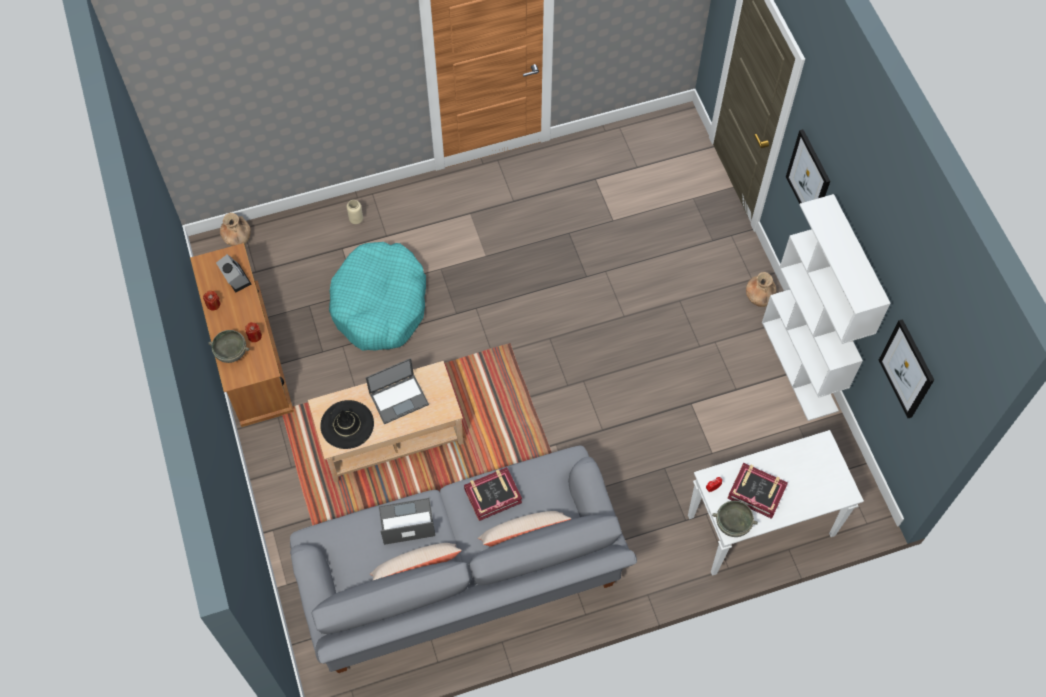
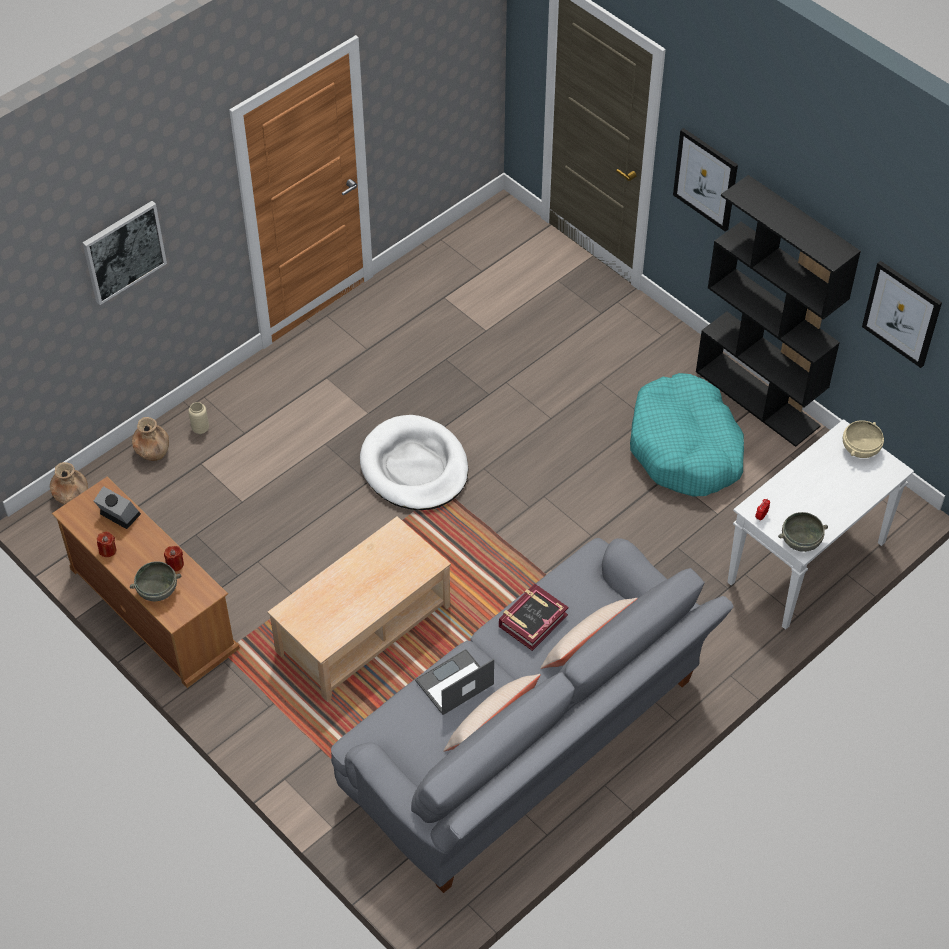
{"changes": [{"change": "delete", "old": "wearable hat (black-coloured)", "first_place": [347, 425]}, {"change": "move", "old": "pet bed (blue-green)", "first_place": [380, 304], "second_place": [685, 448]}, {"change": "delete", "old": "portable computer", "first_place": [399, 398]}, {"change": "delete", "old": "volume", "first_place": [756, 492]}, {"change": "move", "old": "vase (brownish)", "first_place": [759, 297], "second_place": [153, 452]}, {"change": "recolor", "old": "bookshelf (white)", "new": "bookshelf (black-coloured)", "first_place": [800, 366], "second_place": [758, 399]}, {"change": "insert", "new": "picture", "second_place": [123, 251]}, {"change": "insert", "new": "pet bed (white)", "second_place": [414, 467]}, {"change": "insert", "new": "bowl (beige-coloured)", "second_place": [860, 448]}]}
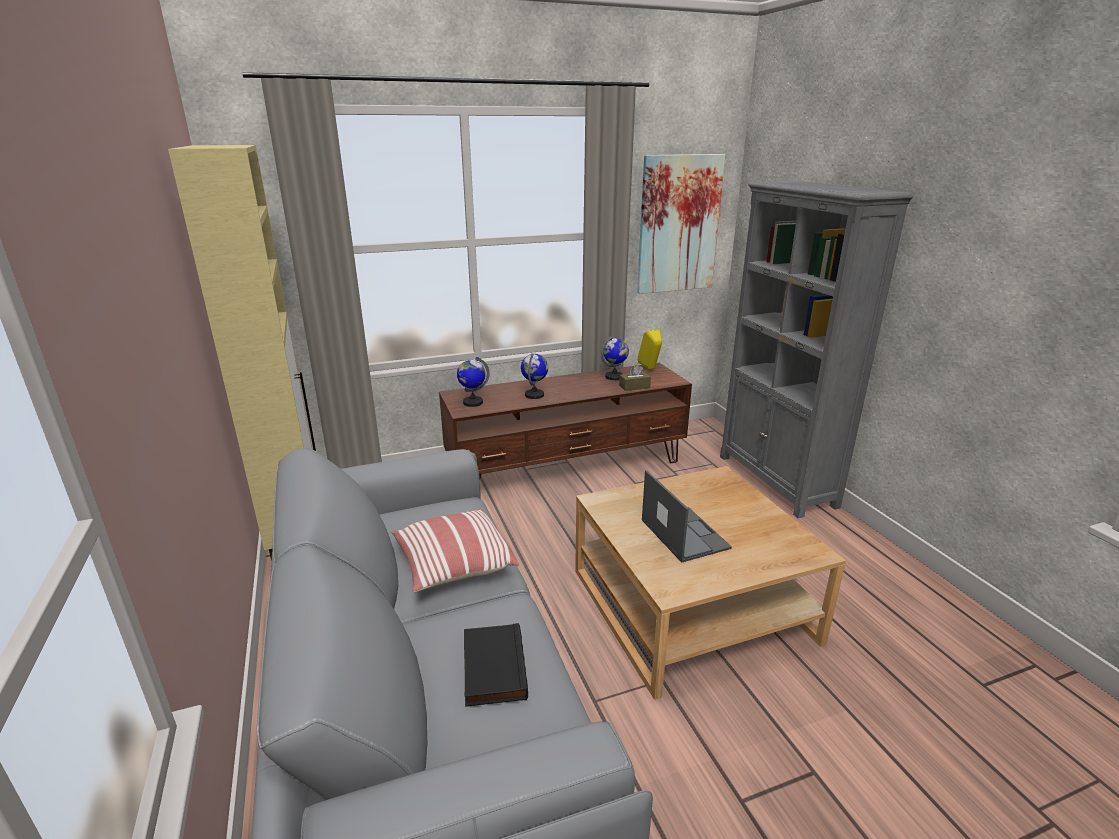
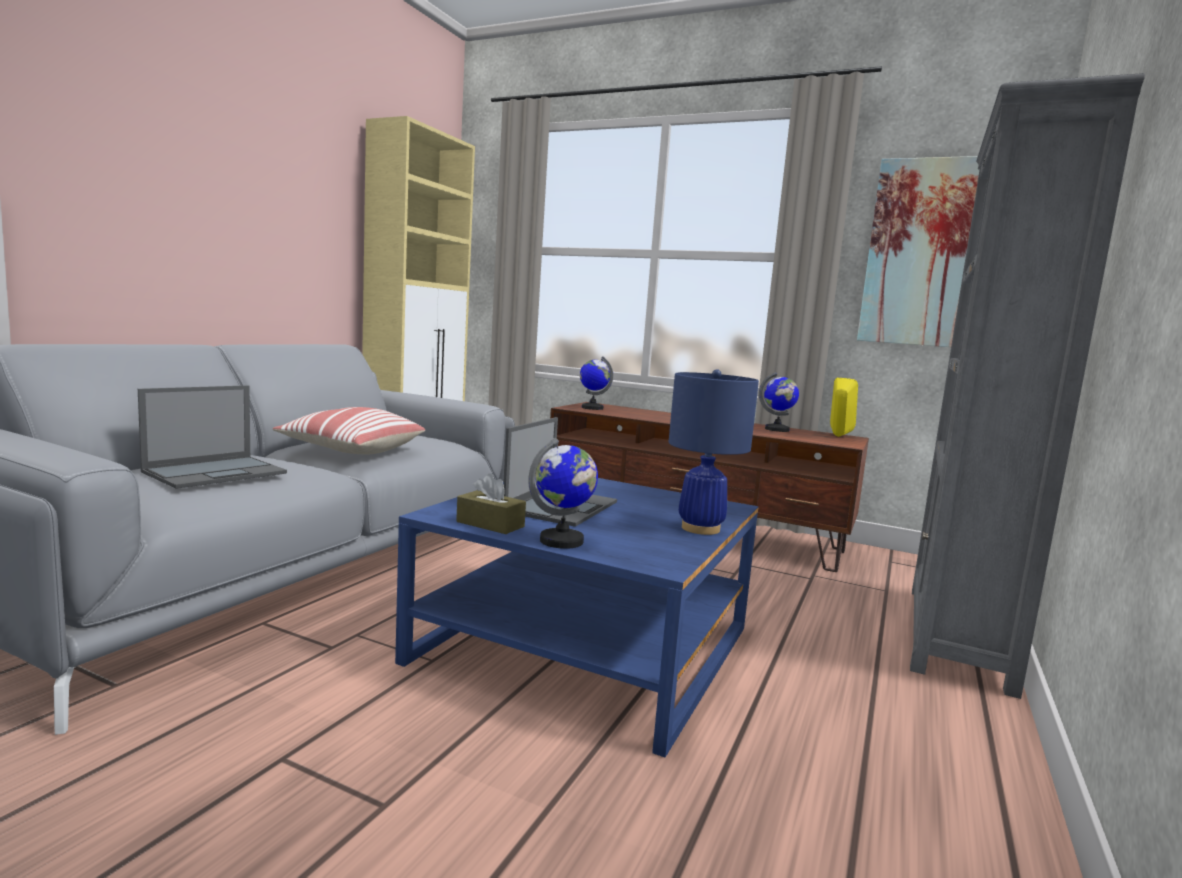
{"changes": [{"change": "replace", "old": "volume (black-coloured)", "new": "portable computer", "first_place": [492, 667], "second_place": [217, 472]}, {"change": "move", "old": "desk globe", "first_place": [534, 395], "second_place": [562, 541]}, {"change": "recolor", "old": "low table (beige-coloured)", "new": "low table (blue-coloured)", "first_place": [691, 605], "second_place": [585, 644]}, {"change": "move", "old": "tissue box (brownish)", "first_place": [634, 386], "second_place": [490, 524]}, {"change": "insert", "new": "lamp for a table (blue-coloured)", "second_place": [701, 528]}]}
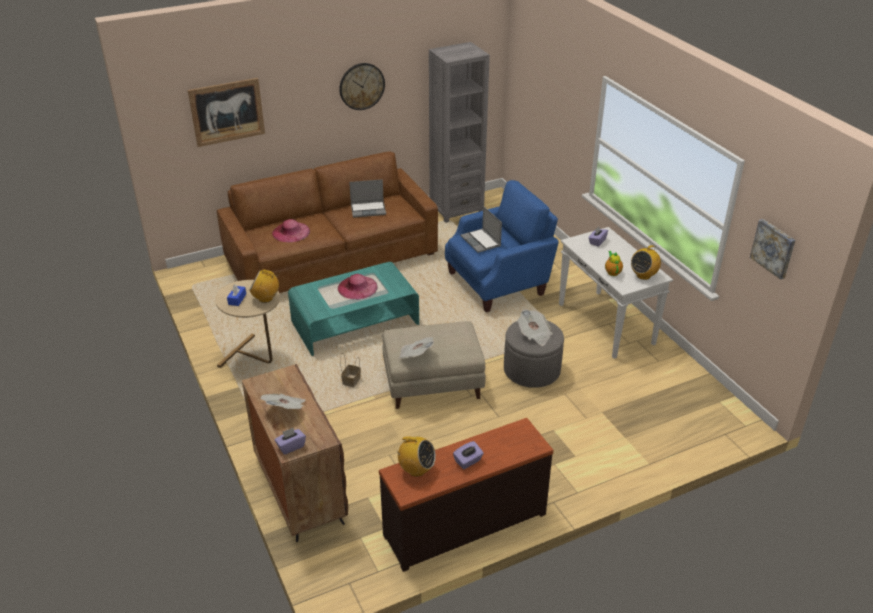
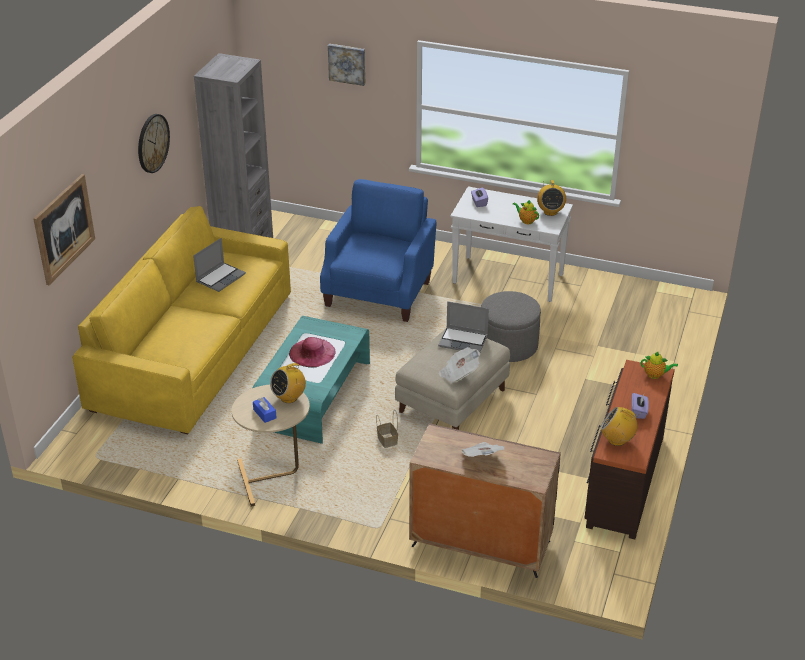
{"changes": [{"change": "recolor", "old": "couch (brownish)", "new": "couch (yellowish)", "first_place": [331, 256], "second_place": [193, 351]}, {"change": "delete", "old": "wearable hat (pink-coloured)", "first_place": [291, 232]}, {"change": "delete", "old": "tissue box (purple)", "first_place": [291, 446]}, {"change": "rotate", "old": "radio set", "first_place": [416, 470], "second_place": [617, 440], "degrees": -135}, {"change": "move", "old": "portable computer", "first_place": [481, 241], "second_place": [464, 341]}, {"change": "delete", "old": "printed paper", "first_place": [534, 335]}, {"change": "move", "old": "picture", "first_place": [774, 248], "second_place": [347, 63]}, {"change": "insert", "new": "pot for tea", "second_place": [655, 375]}]}
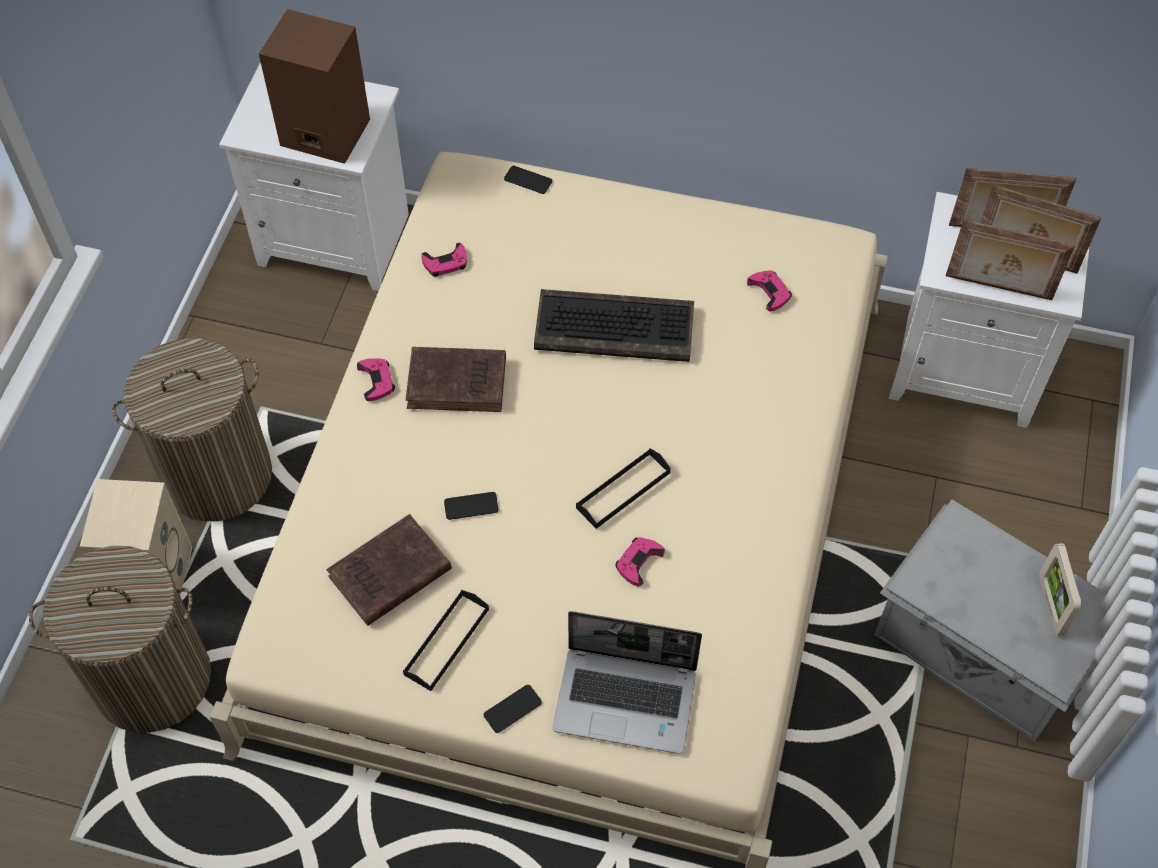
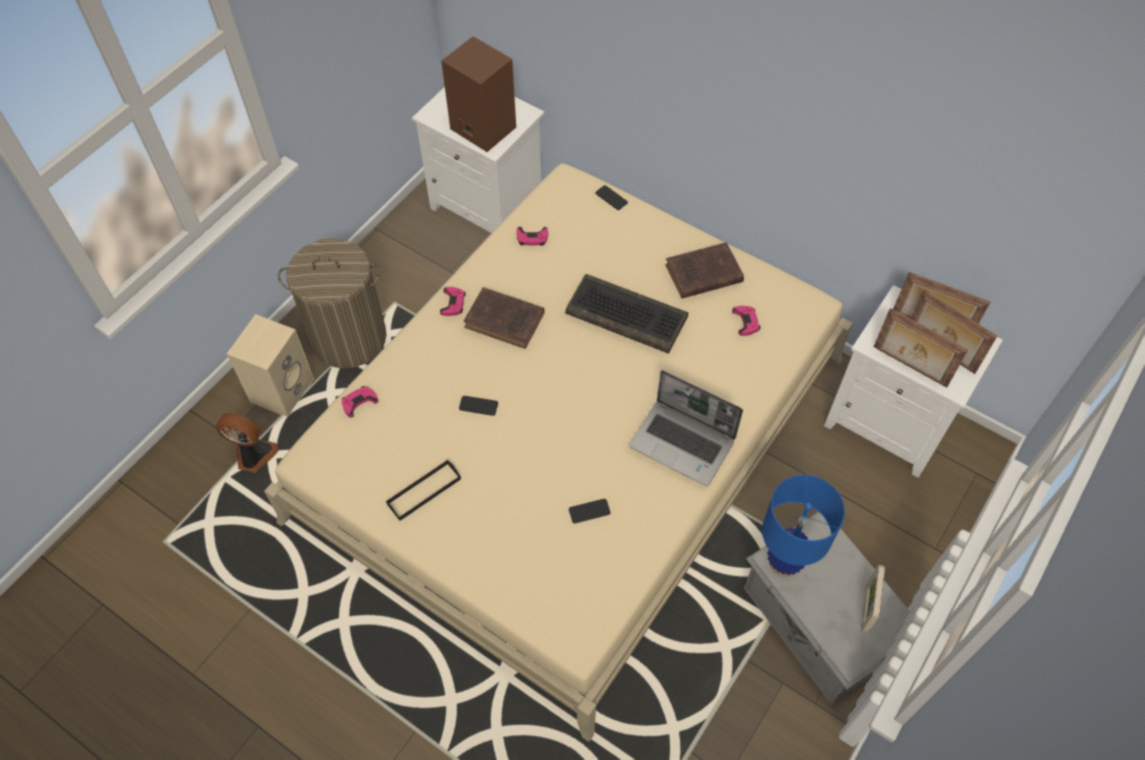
{"changes": [{"change": "replace", "old": "laundry basket", "new": "fan", "first_place": [152, 678], "second_place": [254, 456]}, {"change": "move", "old": "volume (brownish)", "first_place": [387, 575], "second_place": [701, 274]}, {"change": "move", "old": "handset", "first_place": [512, 709], "second_place": [589, 511]}, {"change": "move", "old": "portable computer", "first_place": [627, 699], "second_place": [683, 443]}, {"change": "delete", "old": "serving tray (black-coloured)", "first_place": [623, 490]}, {"change": "move", "old": "joypad (pink-coloured)", "first_place": [638, 562], "second_place": [359, 402]}, {"change": "insert", "new": "lamp for a table (blue-coloured)", "second_place": [784, 561]}]}
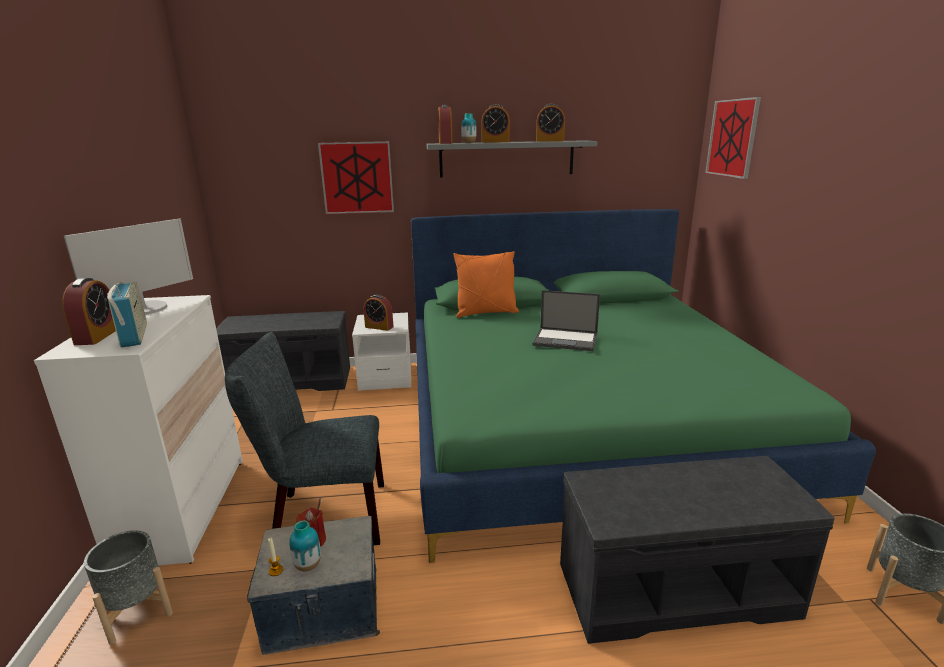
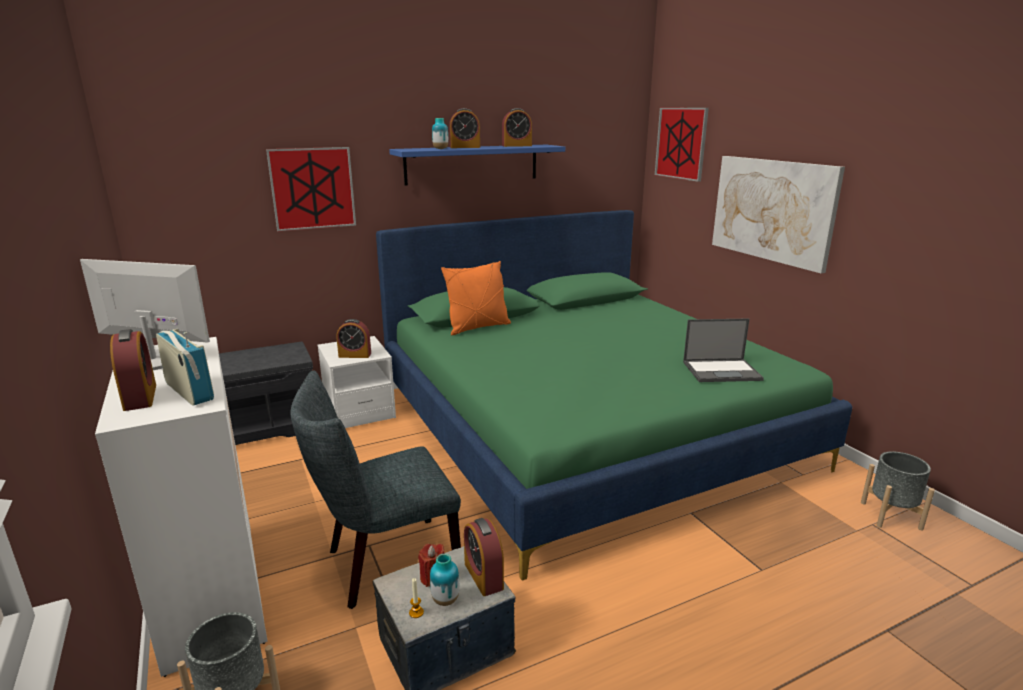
{"changes": [{"change": "rotate", "old": "computer screen", "first_place": [144, 309], "second_place": [153, 361], "degrees": -90}, {"change": "recolor", "old": "shelf (grey)", "new": "shelf (blue-coloured)", "first_place": [506, 159], "second_place": [472, 164]}, {"change": "move", "old": "bedside clock", "first_place": [445, 143], "second_place": [483, 576]}, {"change": "move", "old": "portable computer", "first_place": [566, 340], "second_place": [722, 371]}, {"change": "delete", "old": "long seat (grey)", "first_place": [675, 588]}, {"change": "insert", "new": "picture", "second_place": [772, 210]}]}
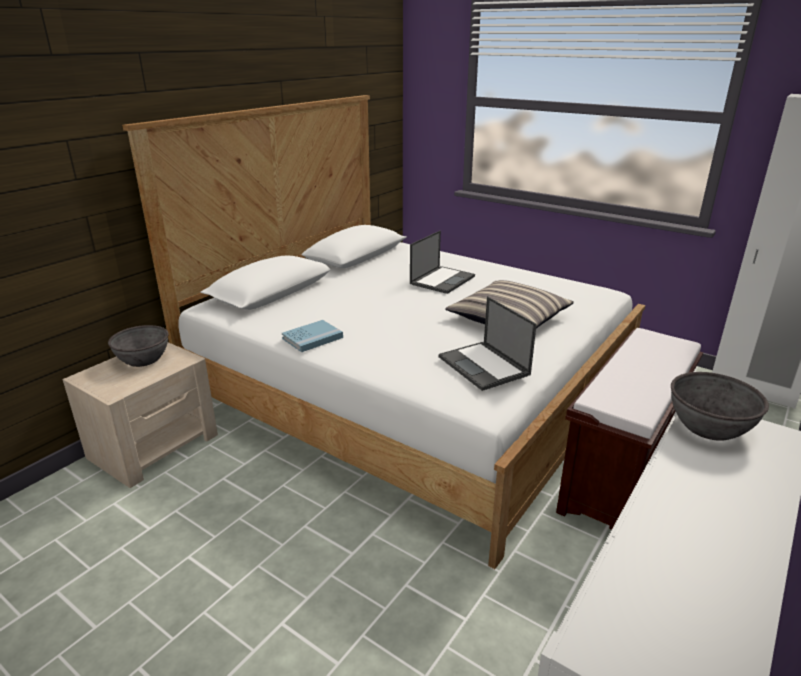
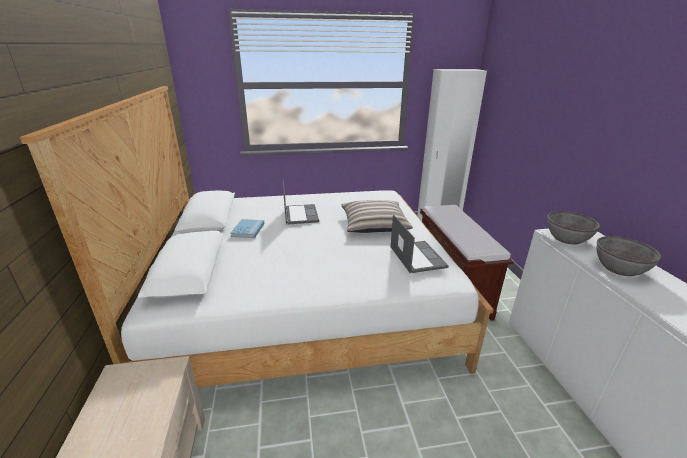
{"changes": [{"change": "move", "old": "bowl (grey)", "first_place": [143, 359], "second_place": [619, 268]}, {"change": "move", "old": "volume (blue-coloured)", "first_place": [312, 338], "second_place": [248, 230]}, {"change": "rotate", "old": "portable computer", "first_place": [484, 366], "second_place": [417, 256], "degrees": -120}]}
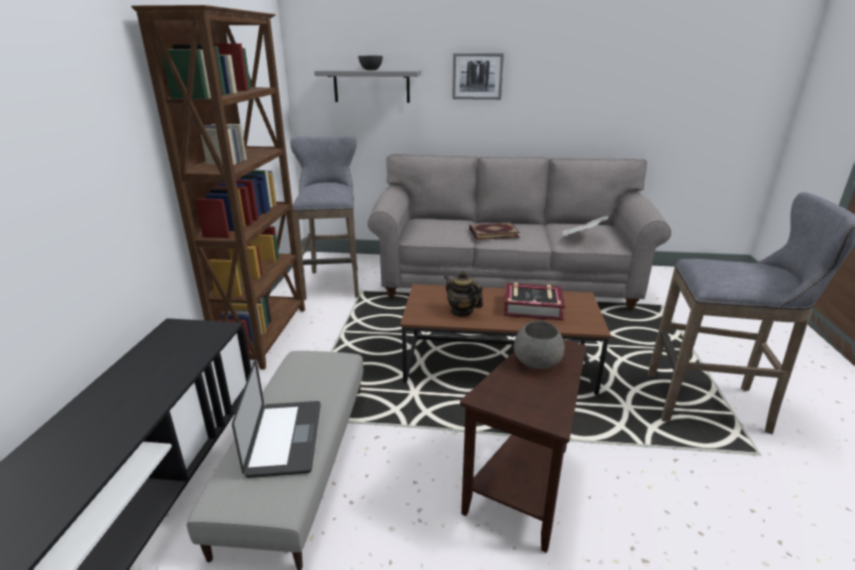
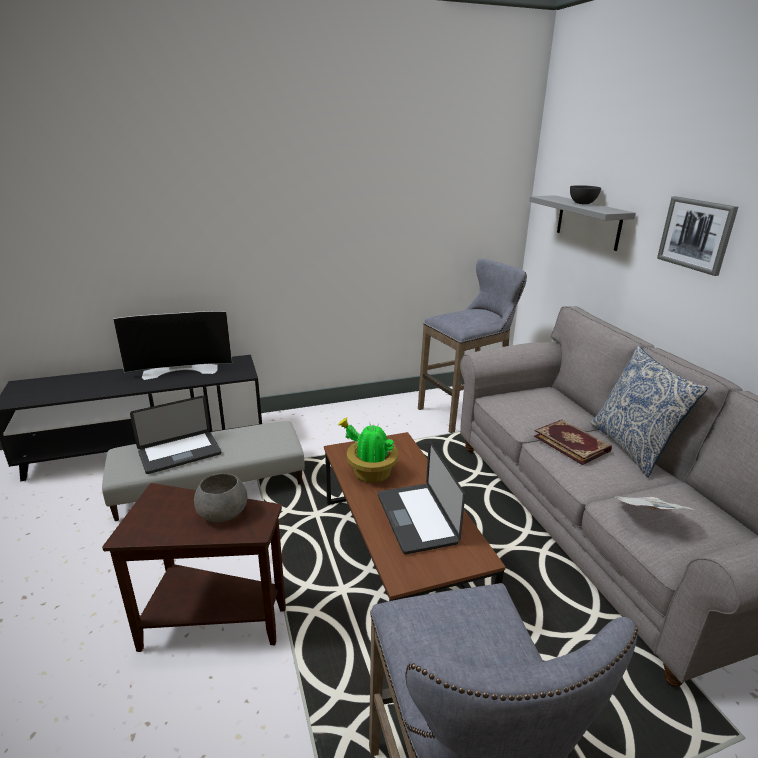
{"changes": [{"change": "delete", "old": "bookshelf (brownish)", "first_place": [265, 335]}, {"change": "replace", "old": "pot for tea", "new": "plant in a pot", "first_place": [462, 311], "second_place": [370, 473]}, {"change": "replace", "old": "volume", "new": "portable computer", "first_place": [532, 307], "second_place": [416, 518]}, {"change": "insert", "new": "TV", "second_place": [181, 370]}, {"change": "insert", "new": "throw pillow", "second_place": [632, 447]}]}
